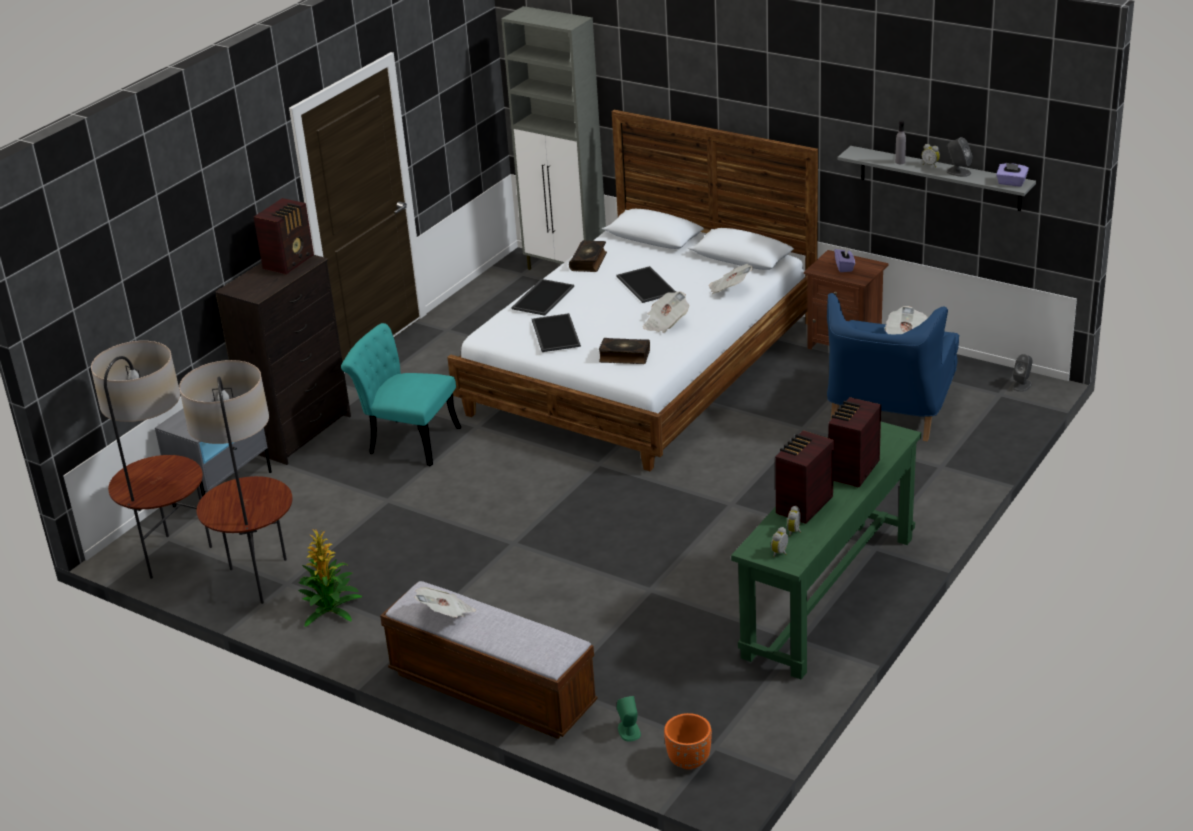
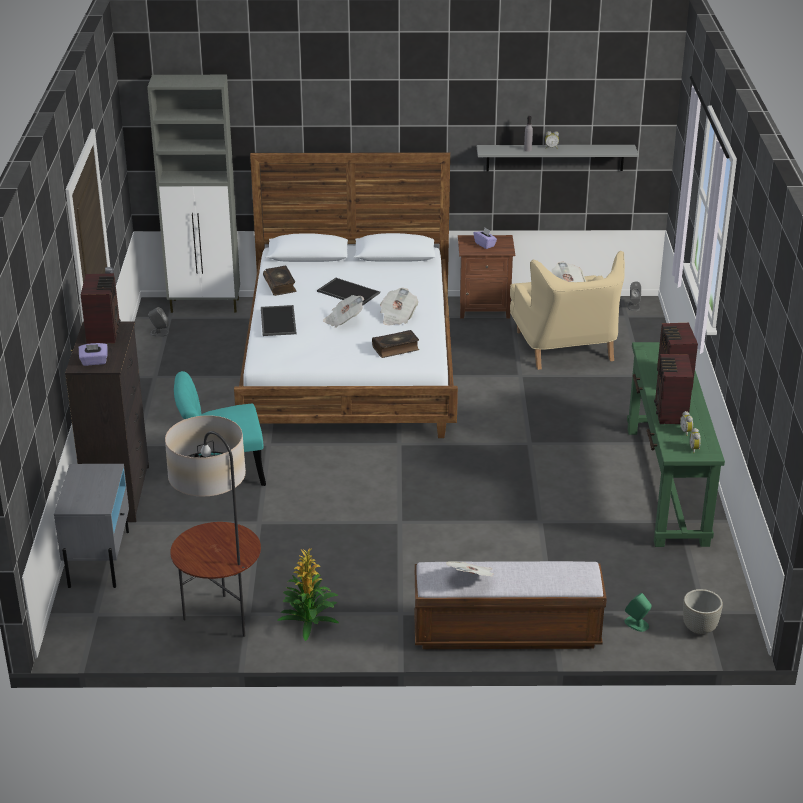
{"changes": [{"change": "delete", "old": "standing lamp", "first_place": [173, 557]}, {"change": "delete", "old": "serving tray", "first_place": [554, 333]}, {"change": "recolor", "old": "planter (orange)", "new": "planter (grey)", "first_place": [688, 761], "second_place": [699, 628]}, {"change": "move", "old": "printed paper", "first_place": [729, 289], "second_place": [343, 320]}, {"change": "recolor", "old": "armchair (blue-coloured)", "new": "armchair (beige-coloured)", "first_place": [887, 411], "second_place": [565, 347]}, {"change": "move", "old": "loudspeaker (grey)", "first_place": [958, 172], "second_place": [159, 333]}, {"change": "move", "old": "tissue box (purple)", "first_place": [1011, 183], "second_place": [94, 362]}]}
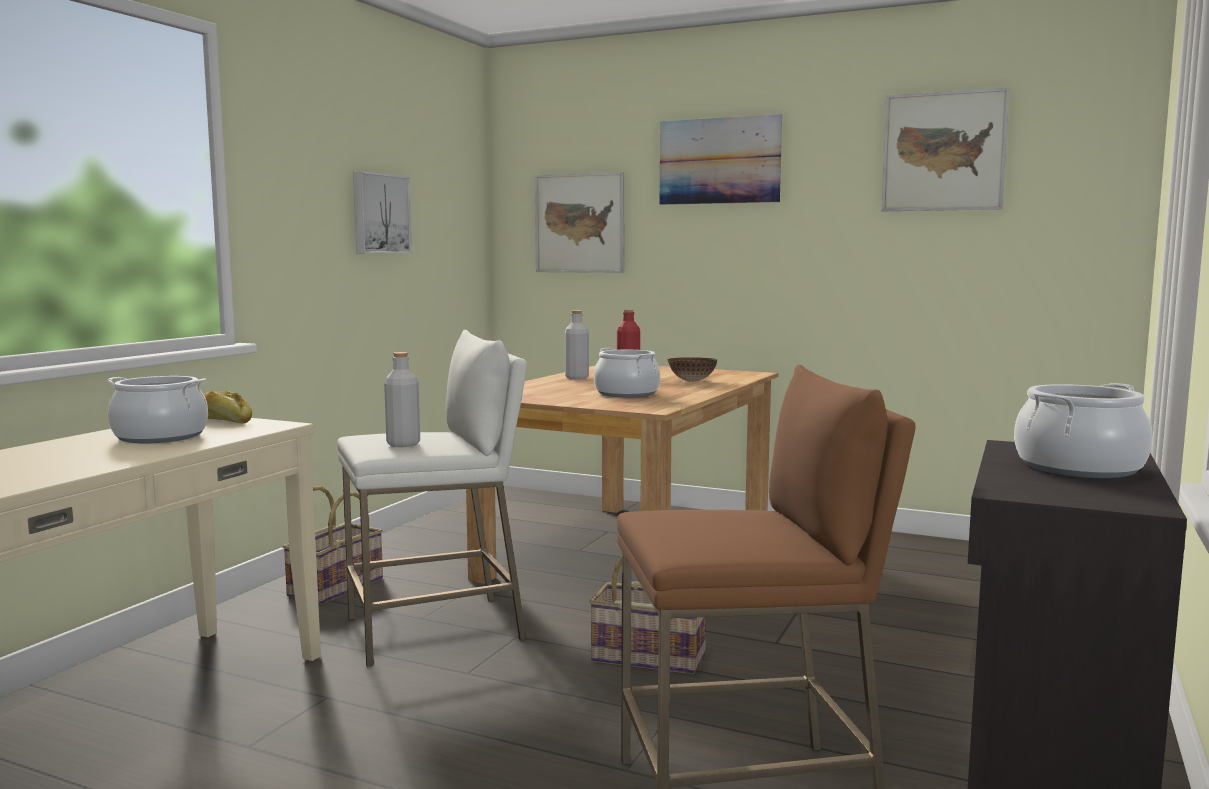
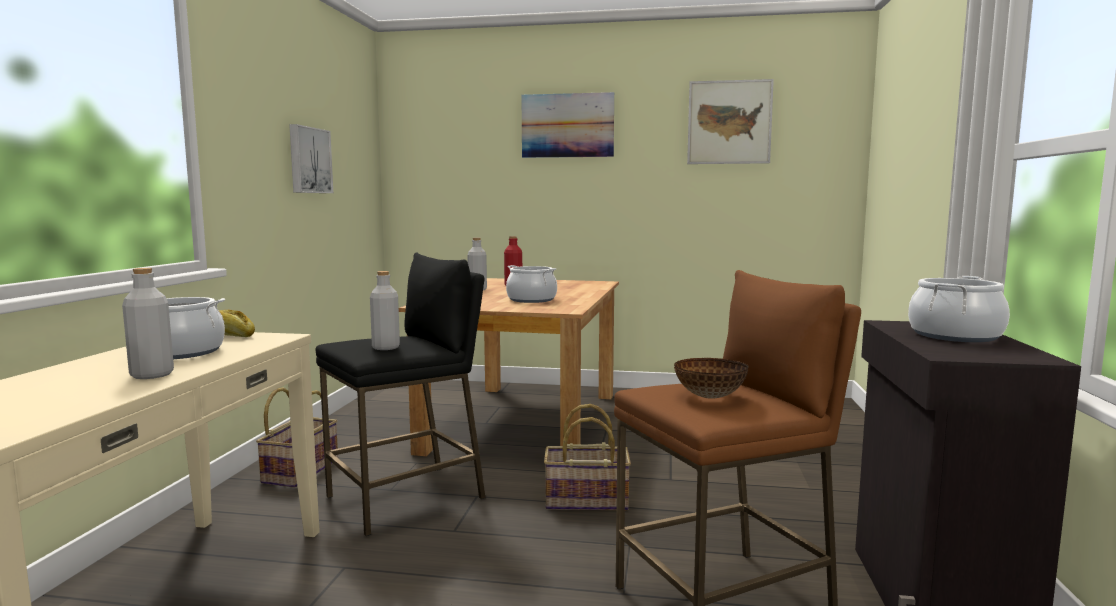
{"changes": [{"change": "recolor", "old": "stool seat (white)", "new": "stool seat (black-coloured)", "first_place": [436, 629], "second_place": [407, 498]}, {"change": "delete", "old": "picture", "first_place": [579, 223]}, {"change": "move", "old": "bowl", "first_place": [692, 381], "second_place": [710, 396]}, {"change": "insert", "new": "bottle (grey)", "second_place": [152, 375]}]}
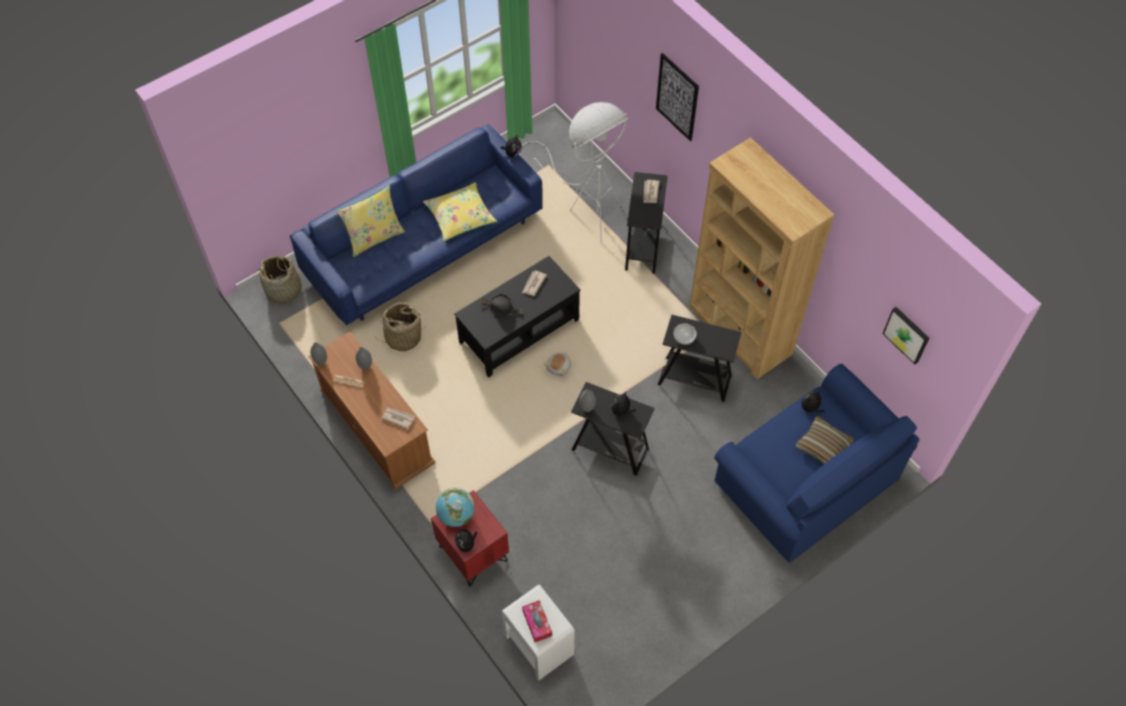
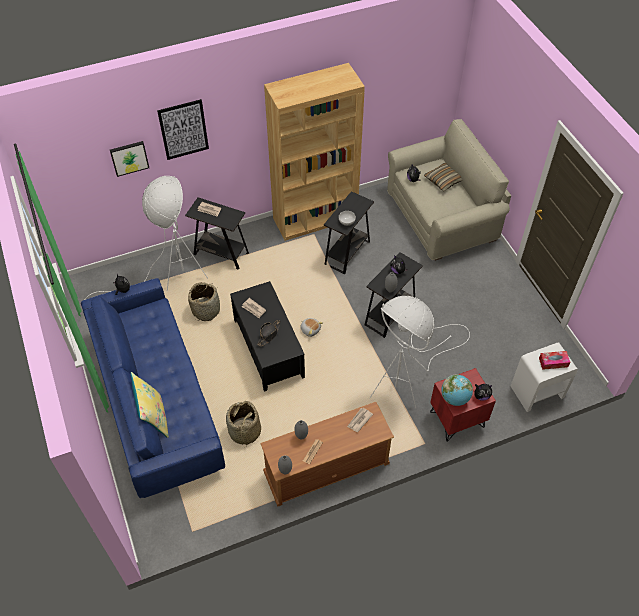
{"changes": [{"change": "move", "old": "basket", "first_place": [284, 290], "second_place": [206, 310]}, {"change": "delete", "old": "throw pillow (yellowish)", "first_place": [460, 217]}, {"change": "recolor", "old": "couch (blue-coloured)", "new": "couch (beige-coloured)", "first_place": [805, 482], "second_place": [441, 216]}, {"change": "move", "old": "picture", "first_place": [907, 334], "second_place": [129, 157]}, {"change": "insert", "new": "standing lamp (white)", "second_place": [408, 377]}]}
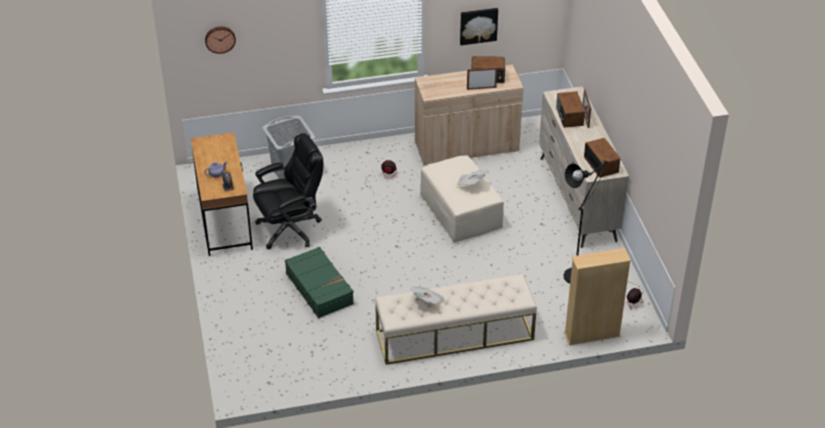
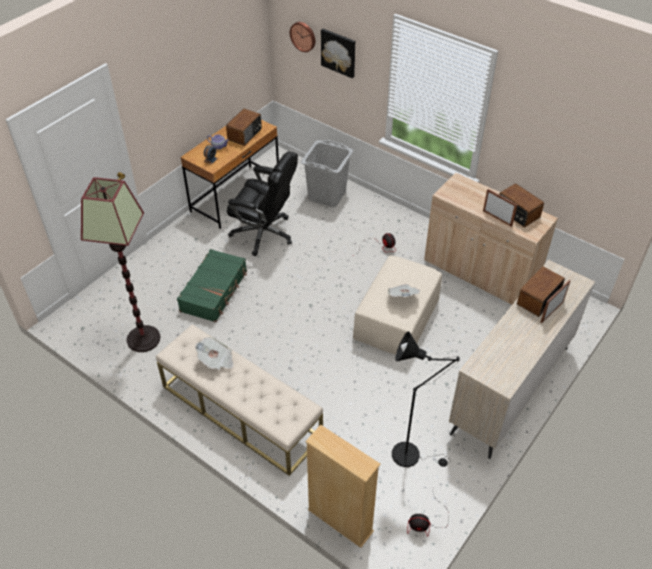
{"changes": [{"change": "move", "old": "picture", "first_place": [478, 25], "second_place": [339, 52]}, {"change": "move", "old": "radio set", "first_place": [601, 164], "second_place": [245, 134]}, {"change": "insert", "new": "standing lamp", "second_place": [143, 339]}]}
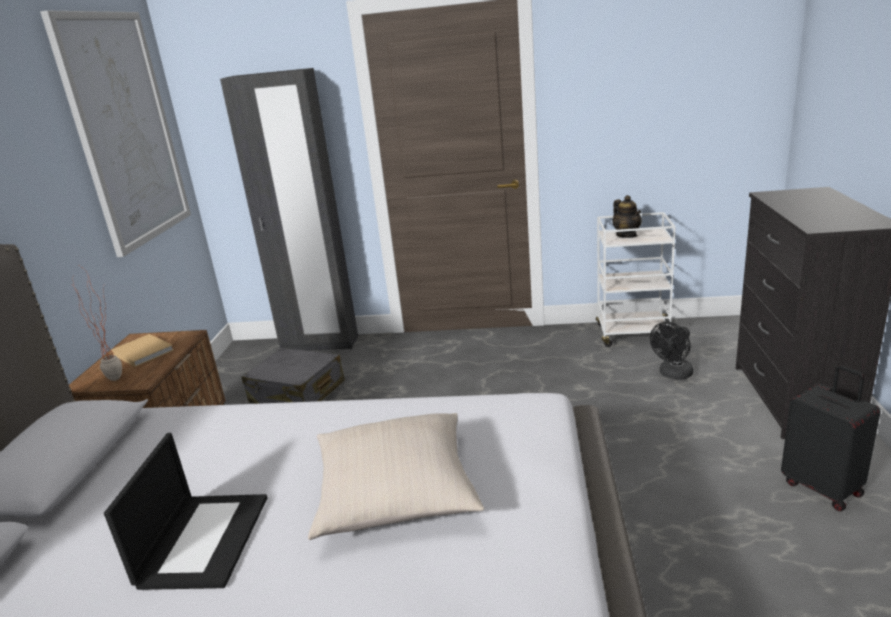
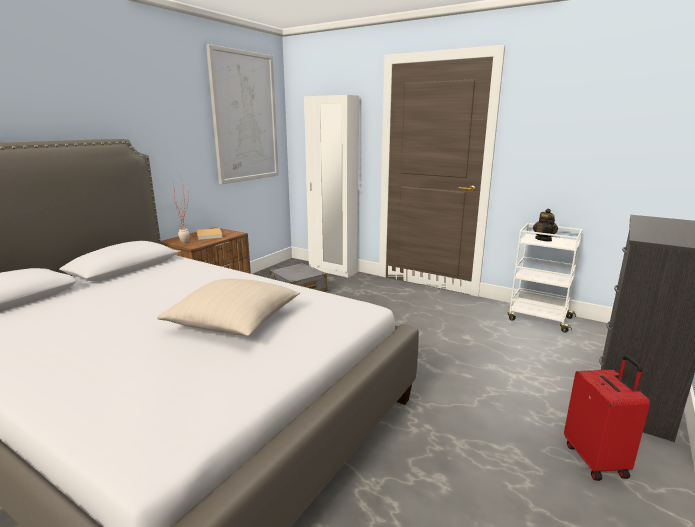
{"changes": [{"change": "delete", "old": "portable computer", "first_place": [204, 539]}, {"change": "recolor", "old": "clothes cupboard (black-coloured)", "new": "clothes cupboard (white)", "first_place": [319, 344], "second_place": [333, 271]}, {"change": "delete", "old": "fan (black-coloured)", "first_place": [673, 375]}, {"change": "recolor", "old": "suitcase (black-coloured)", "new": "suitcase (reddish)", "first_place": [823, 487], "second_place": [596, 460]}]}
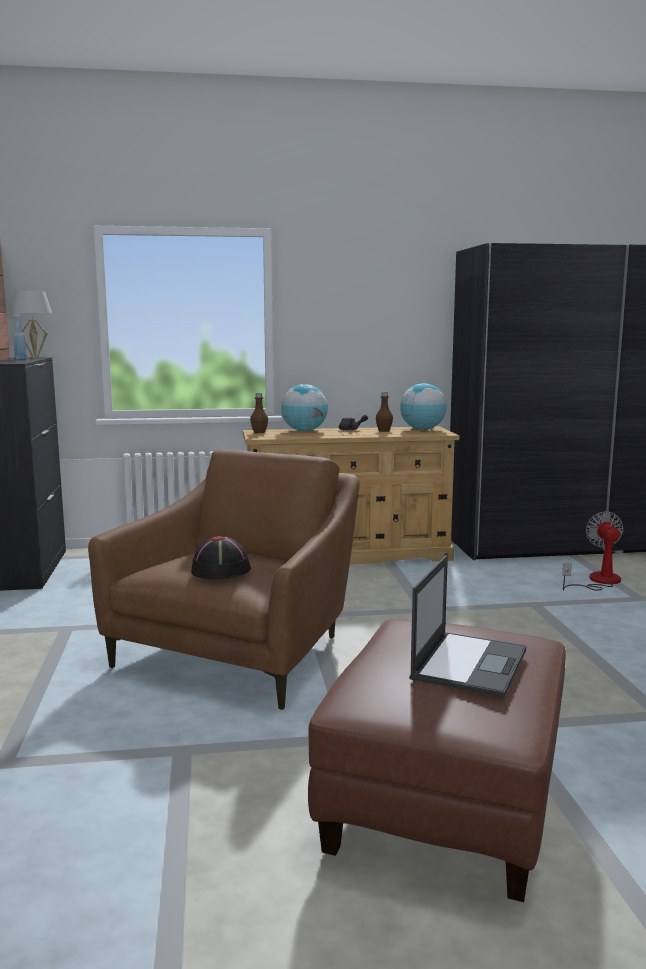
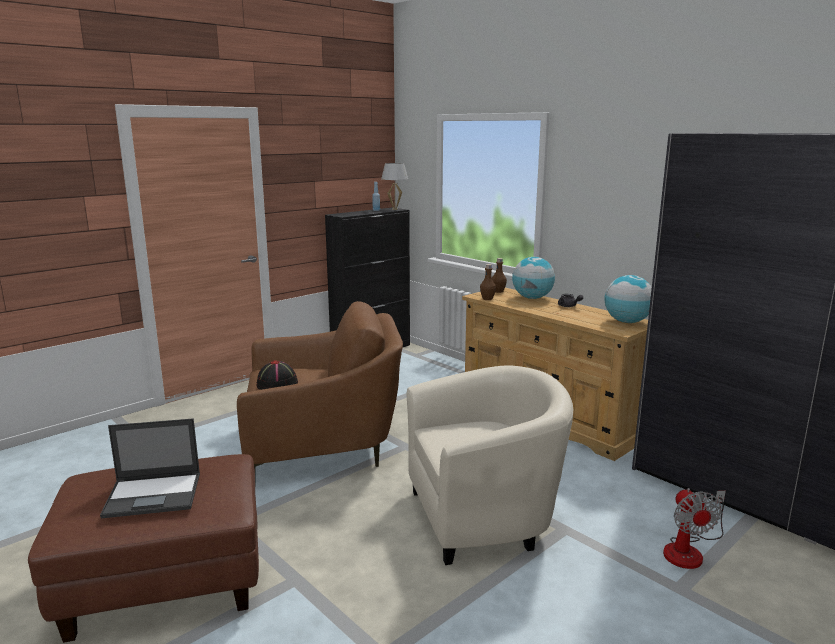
{"changes": [{"change": "move", "old": "bottle (brownish)", "first_place": [384, 431], "second_place": [487, 299]}, {"change": "rotate", "old": "fan", "first_place": [598, 581], "second_place": [689, 550], "degrees": 120}, {"change": "insert", "new": "armchair (beige-coloured)", "second_place": [485, 517]}]}
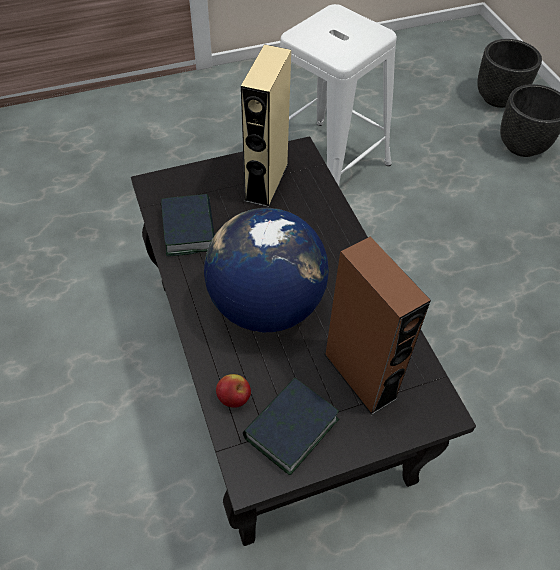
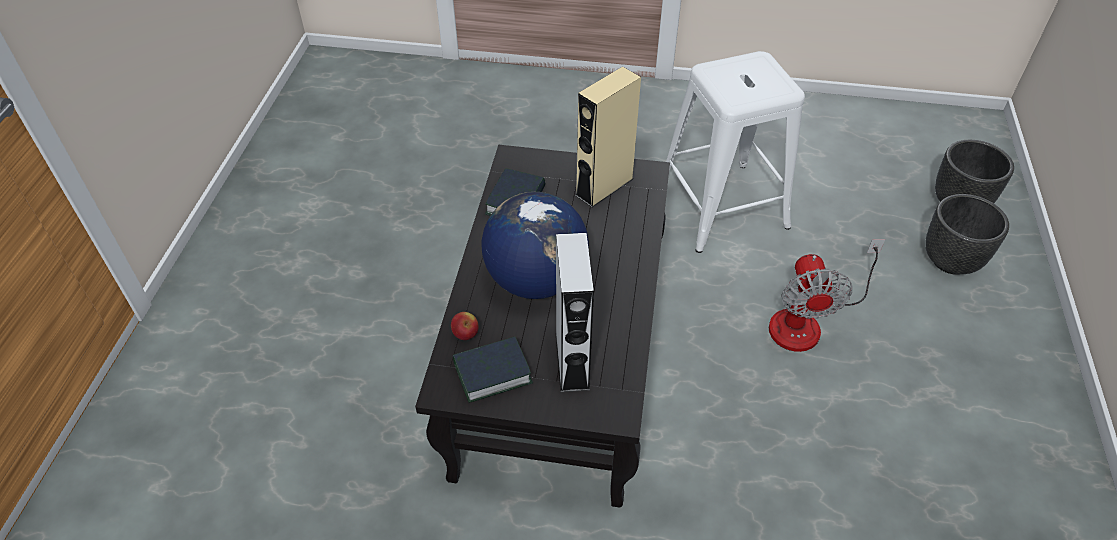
{"changes": [{"change": "recolor", "old": "loudspeaker (brownish)", "new": "loudspeaker (grey)", "first_place": [360, 376], "second_place": [572, 361]}, {"change": "insert", "new": "fan", "second_place": [807, 321]}]}
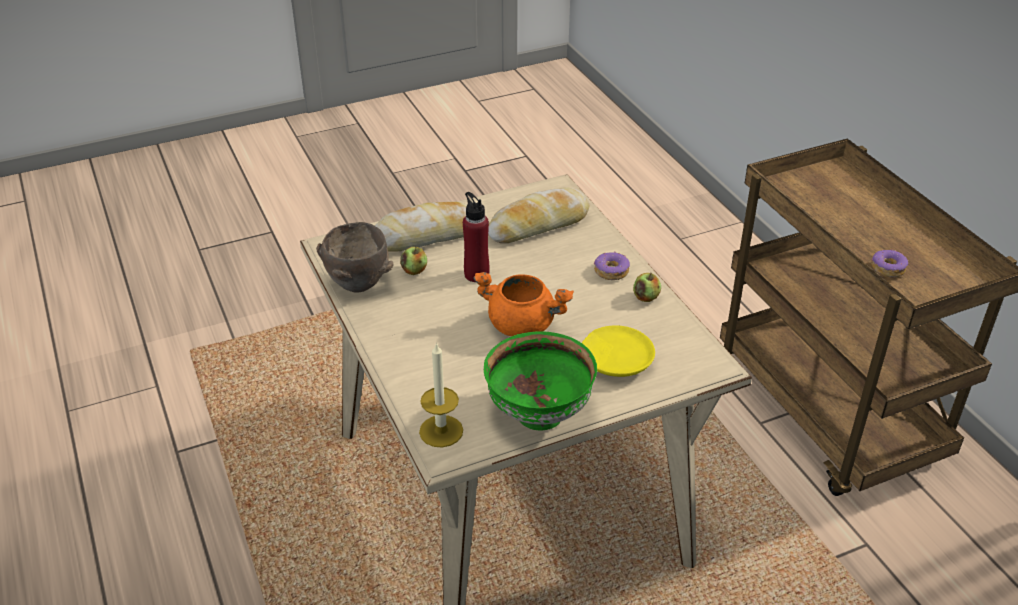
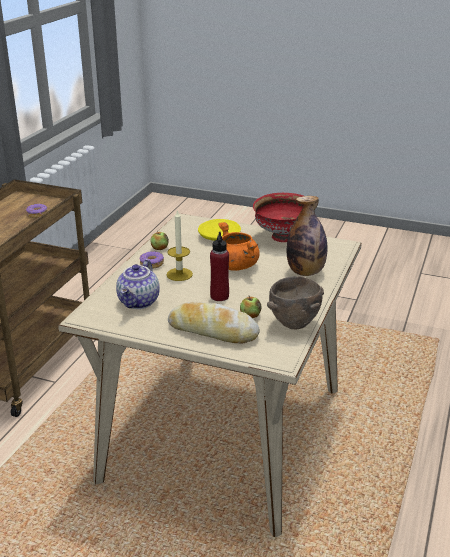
{"changes": [{"change": "move", "old": "wax candle", "first_place": [441, 431], "second_place": [179, 274]}, {"change": "recolor", "old": "bowl (greenish)", "new": "bowl (reddish)", "first_place": [538, 414], "second_place": [283, 237]}, {"change": "replace", "old": "bread", "new": "pot for tea", "first_place": [538, 225], "second_place": [139, 302]}, {"change": "insert", "new": "bottle", "second_place": [305, 272]}]}
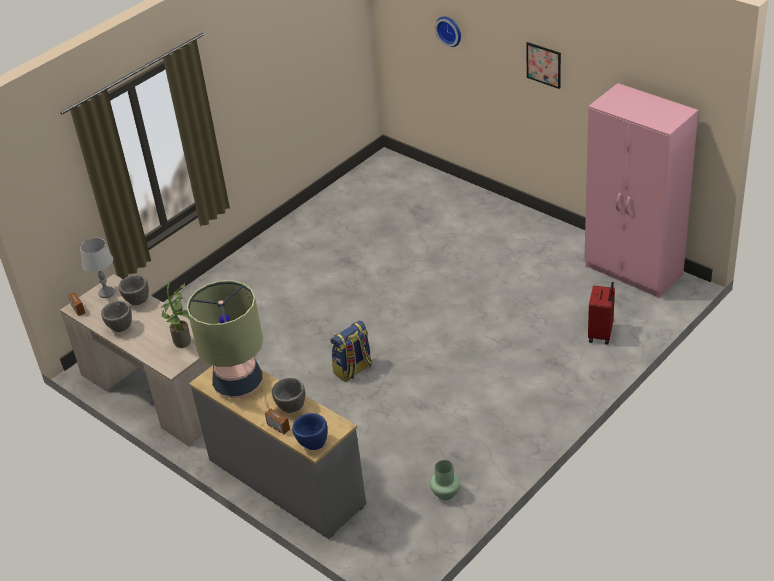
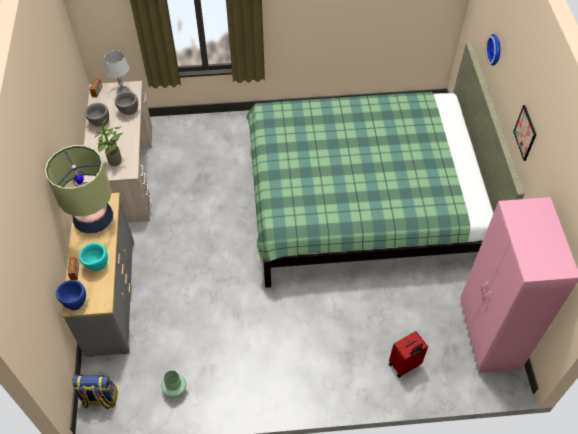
{"changes": [{"change": "recolor", "old": "bowl (grey)", "new": "bowl (blue-green)", "first_place": [291, 408], "second_place": [97, 265]}, {"change": "move", "old": "backpack", "first_place": [353, 370], "second_place": [100, 399]}, {"change": "insert", "new": "bedroom bed (greenish)", "second_place": [363, 200]}]}
